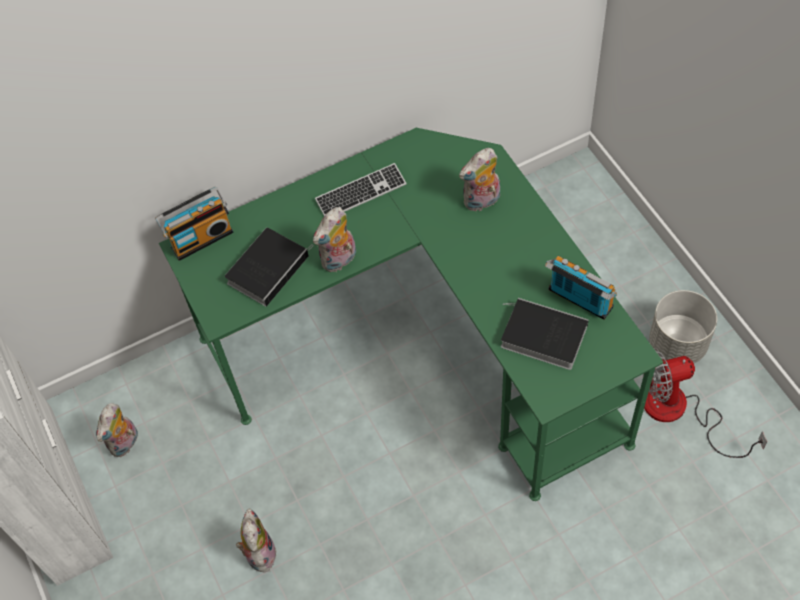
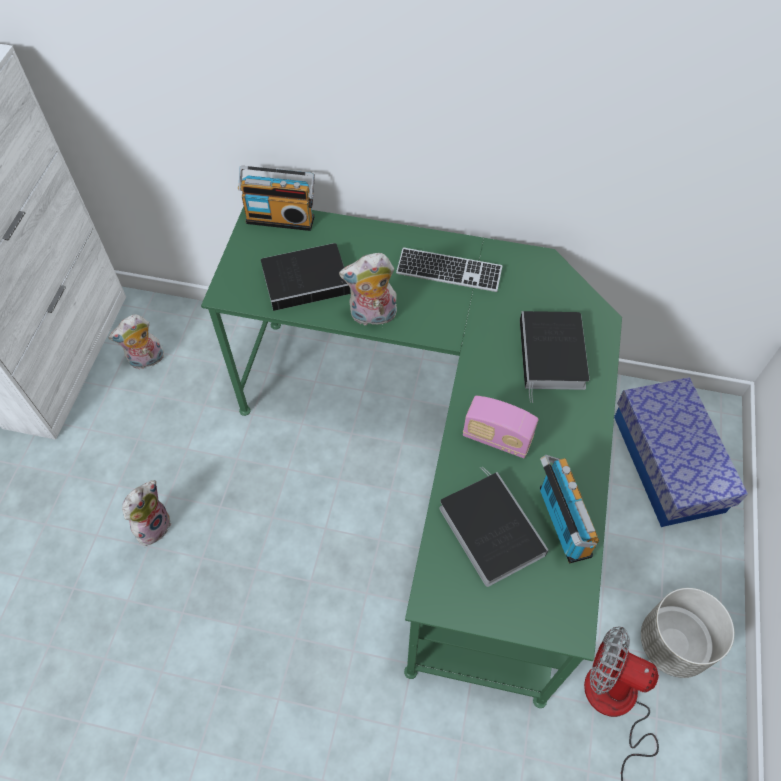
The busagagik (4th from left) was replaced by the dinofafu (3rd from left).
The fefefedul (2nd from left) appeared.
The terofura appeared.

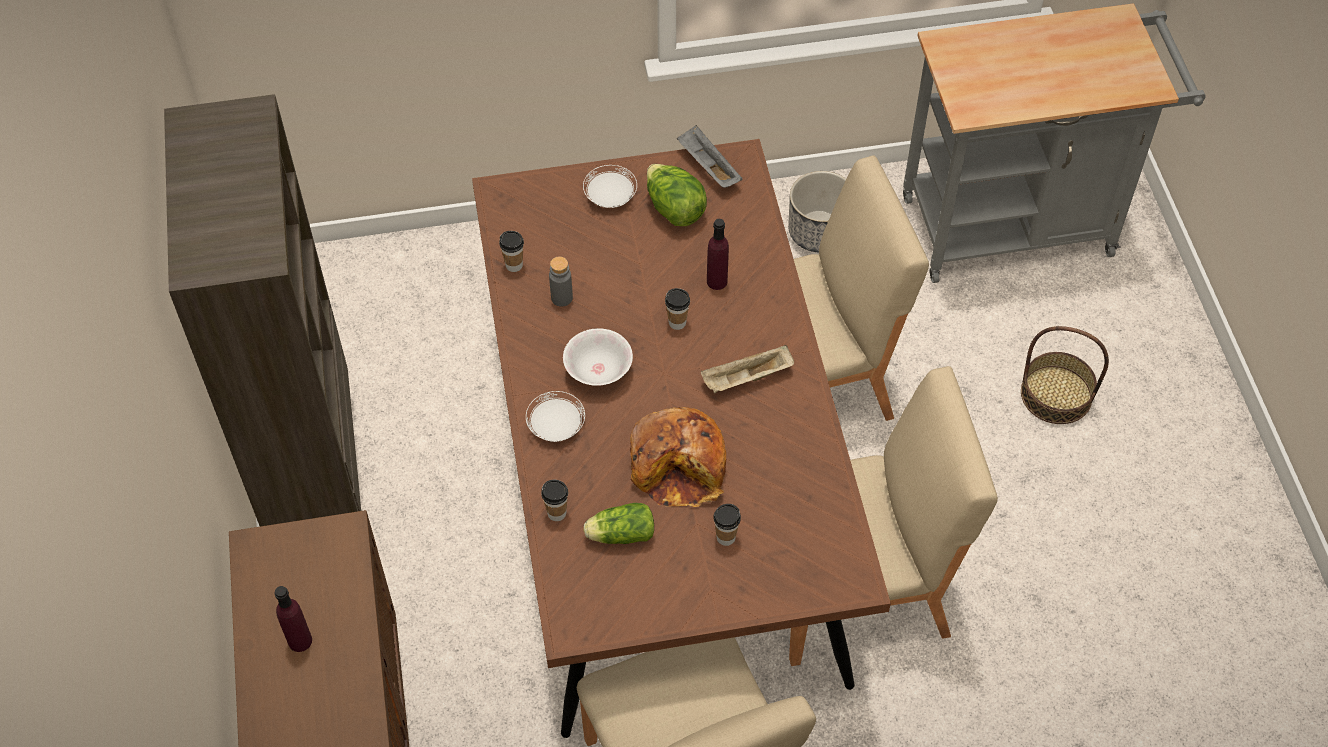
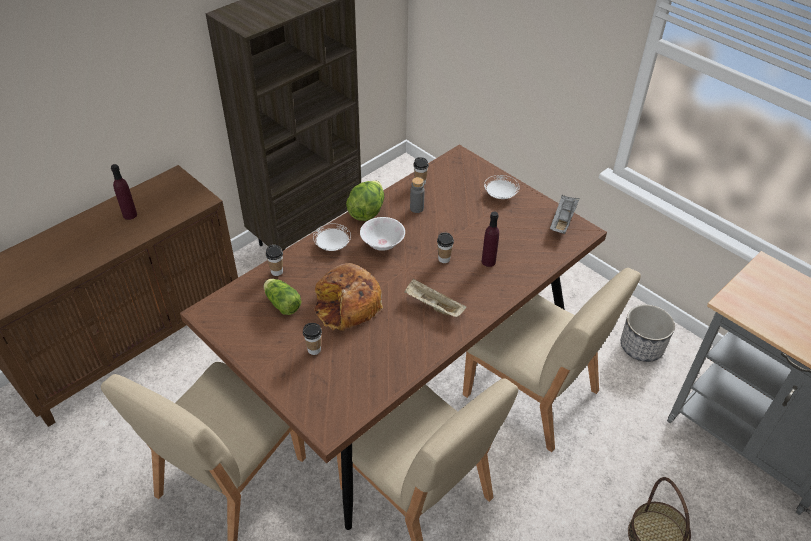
The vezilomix (2nd from left) moved.

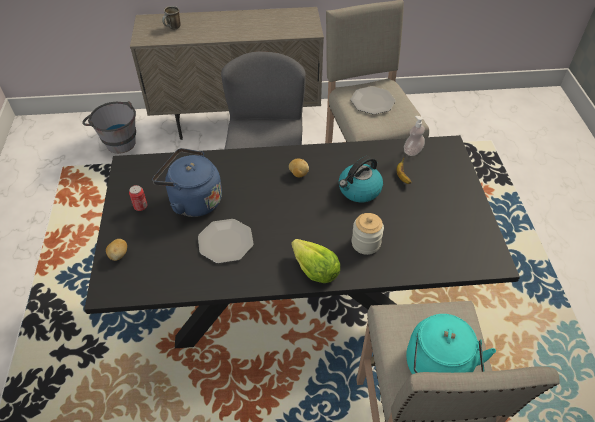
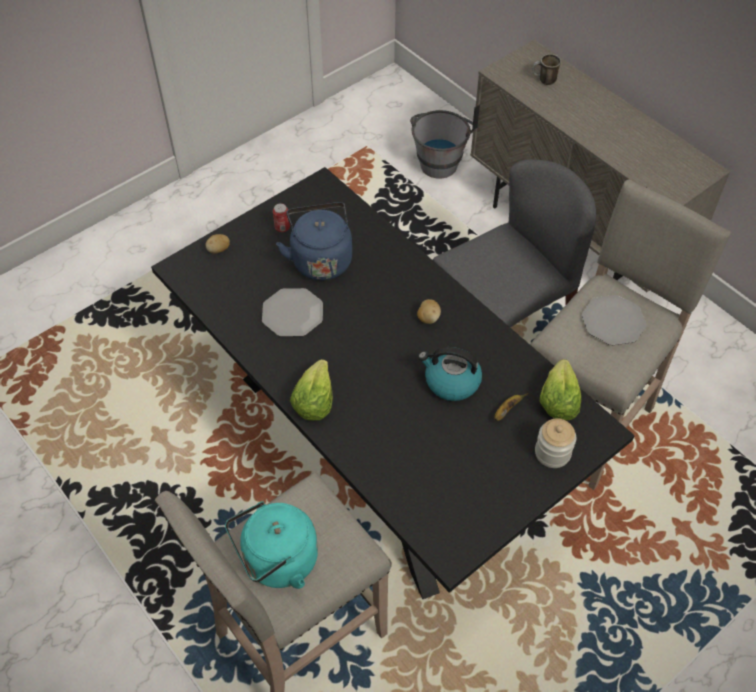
The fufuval moved.
The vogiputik was replaced by the vezilomix (2nd from left).

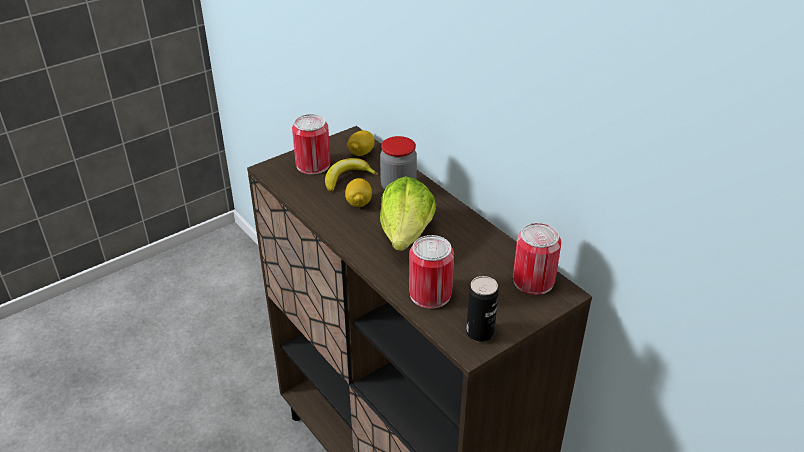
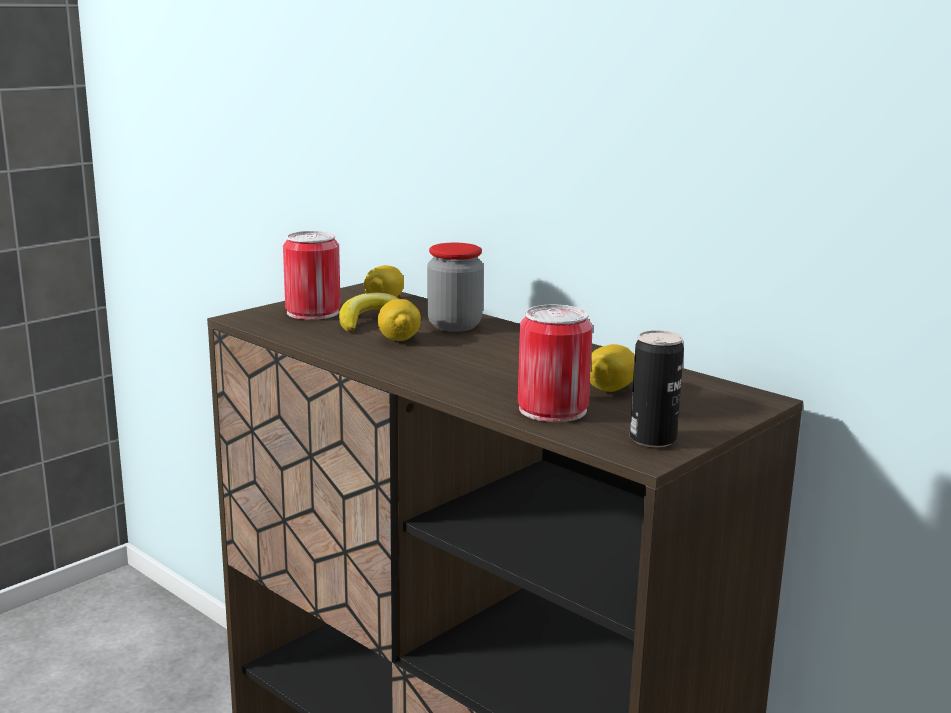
The vezilomix disappeared.
The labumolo (4th from left) disappeared.
The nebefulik (3rd from left) appeared.

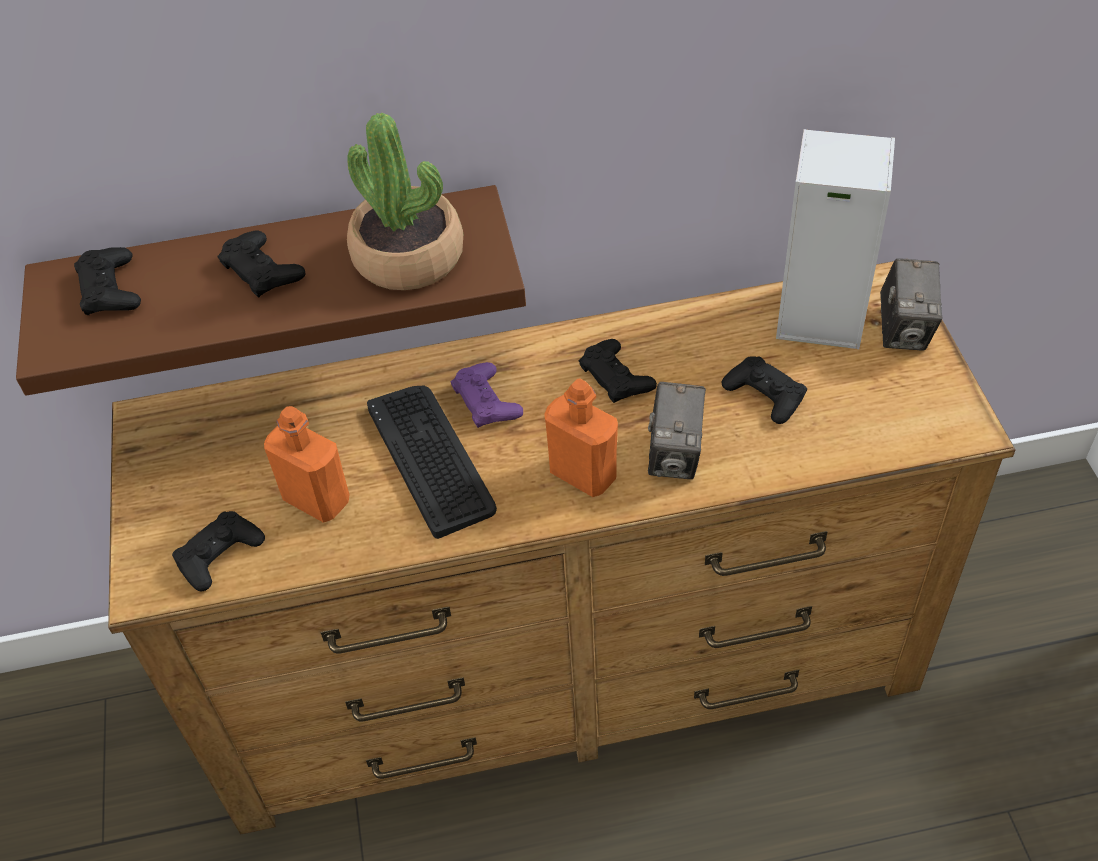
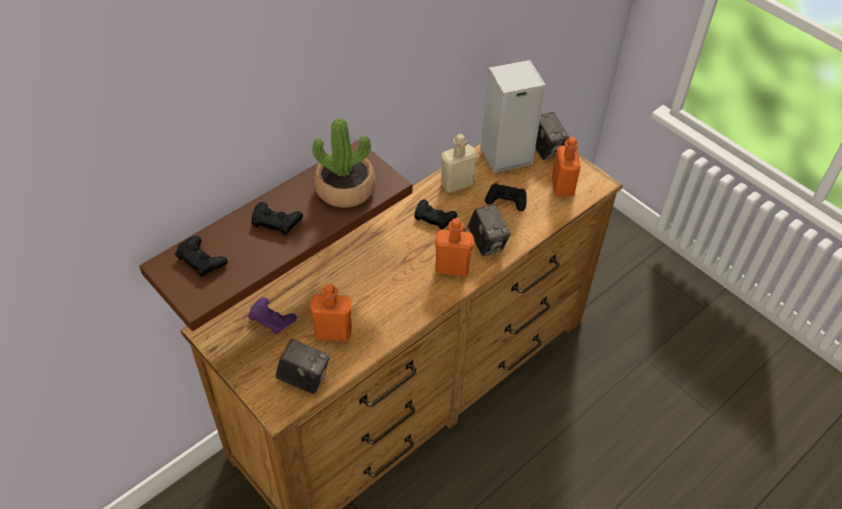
The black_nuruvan (2nd from left) was replaced by the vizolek (1st from left).
The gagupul disappeared.
The purple_nuruvan moved.
The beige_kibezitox appeared.
The orange_kibezitox (3rd from left) appeared.

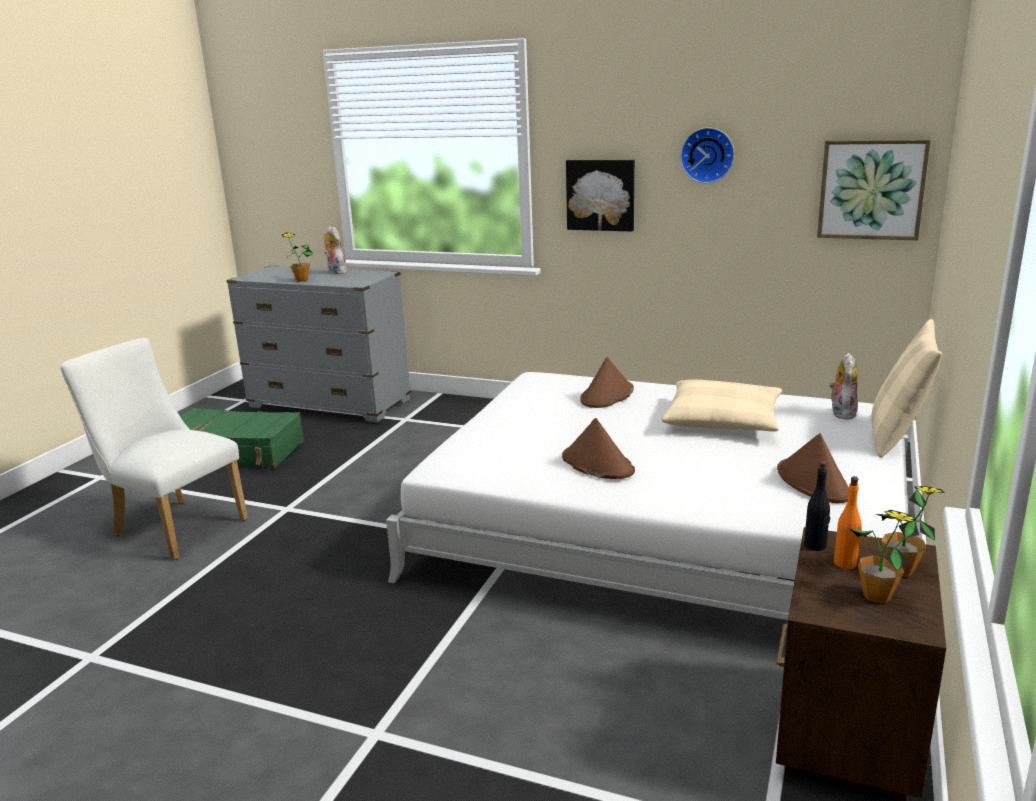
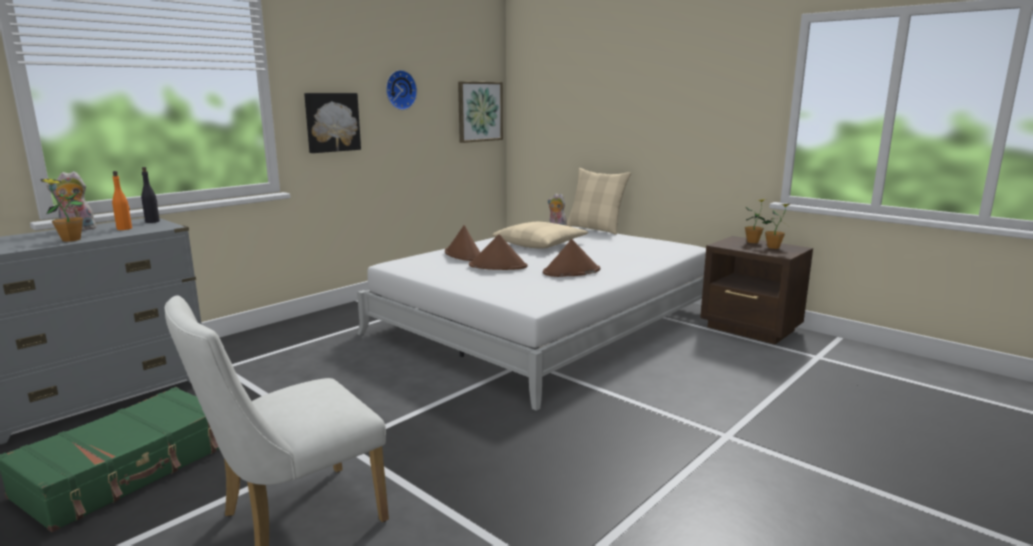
The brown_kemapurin (3rd from left in the first image) moved.
The black_kibezitox moved.
The orange_kibezitox moved.

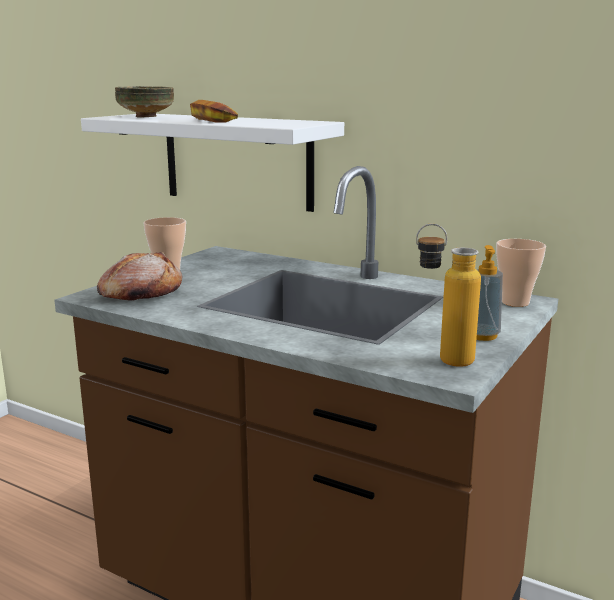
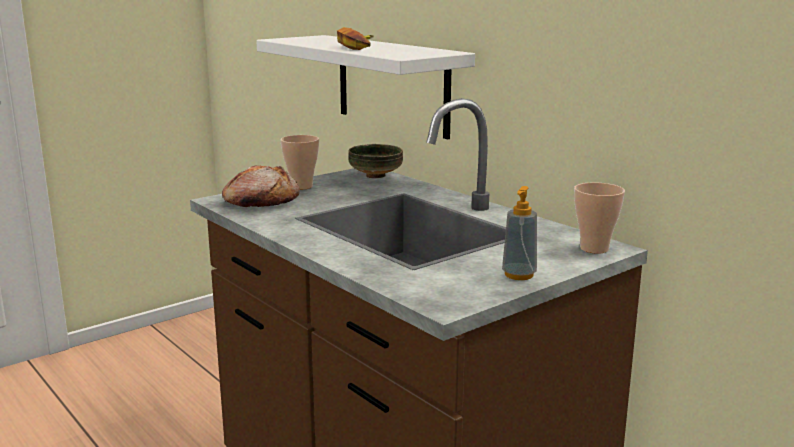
The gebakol moved.
The kibezitox disappeared.

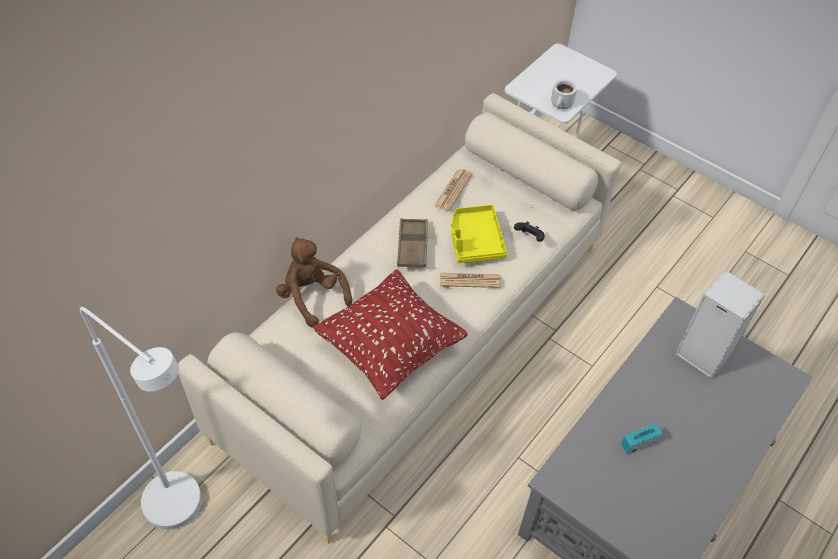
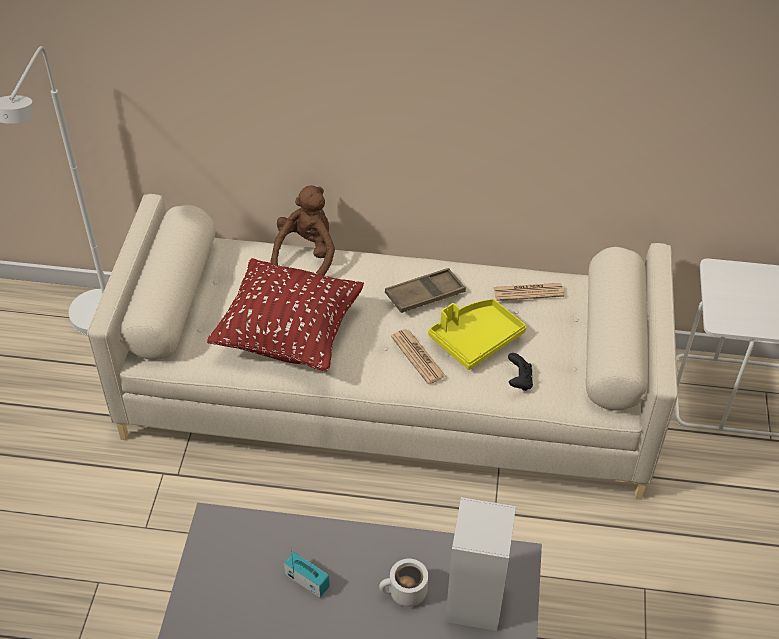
The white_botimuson moved.

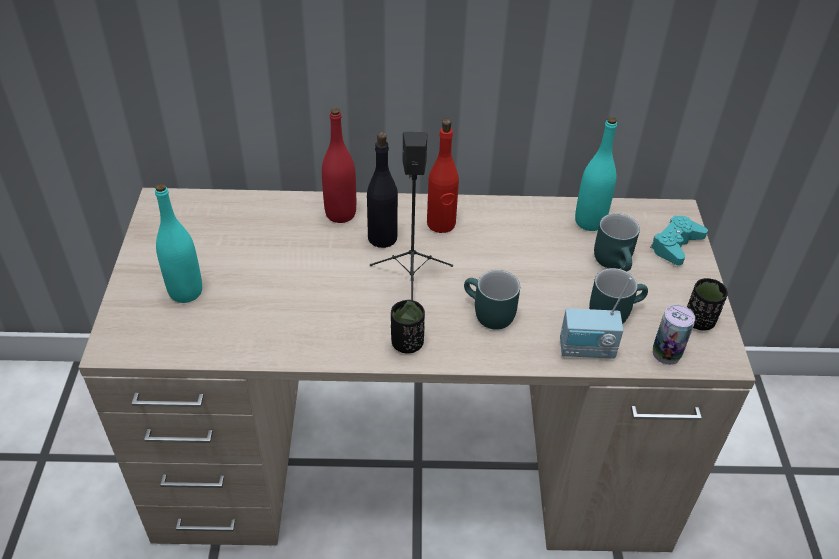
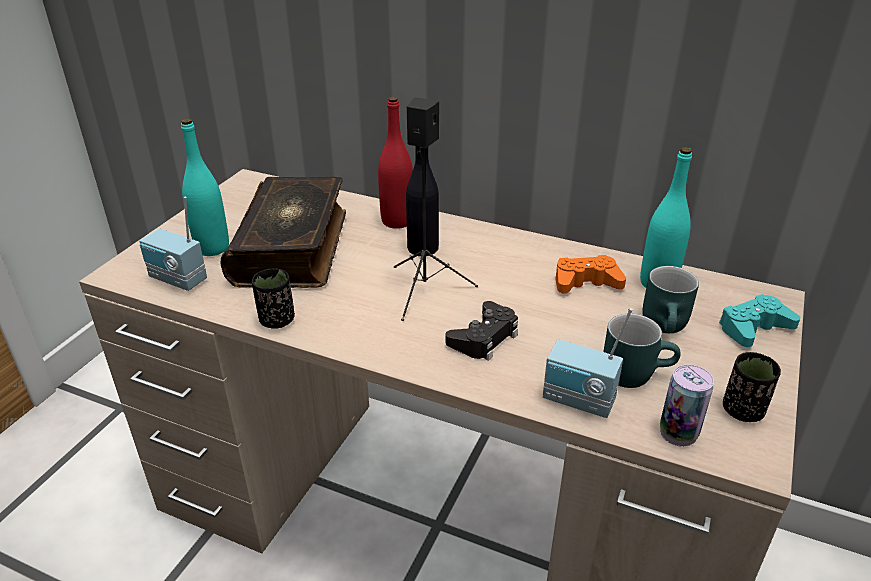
The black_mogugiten (1st from left) moved.
The red_kibezitox (2nd from left) disappeared.
The turquoise_botimuson (1st from left) was replaced by the black_nuruvan.
The fefefedul (1st from left) appeared.
The dinofafu appeared.
The orange_nuruvan appeared.

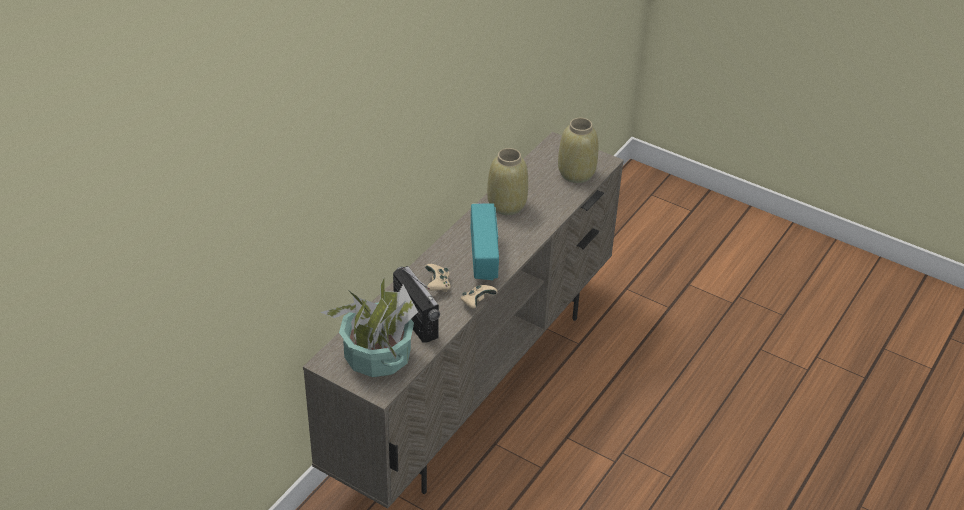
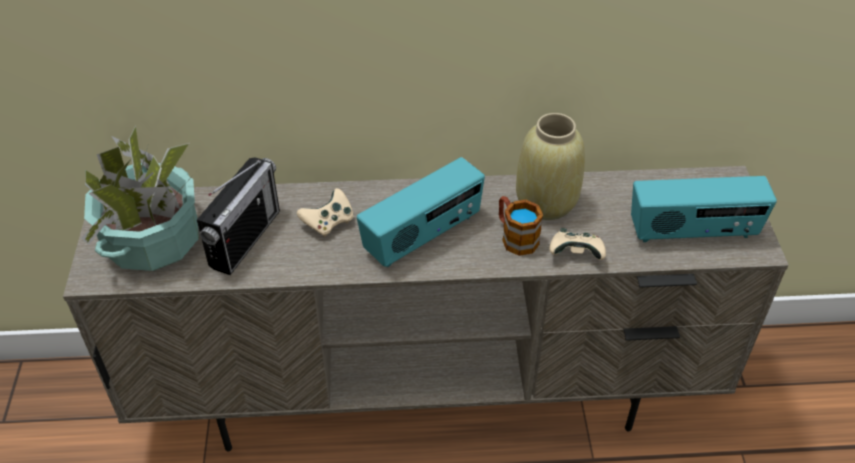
The beige_nuruvan (2nd from left) moved.
The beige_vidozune (2nd from left) was replaced by the fefefedul (3rd from left).
The botimuson appeared.

